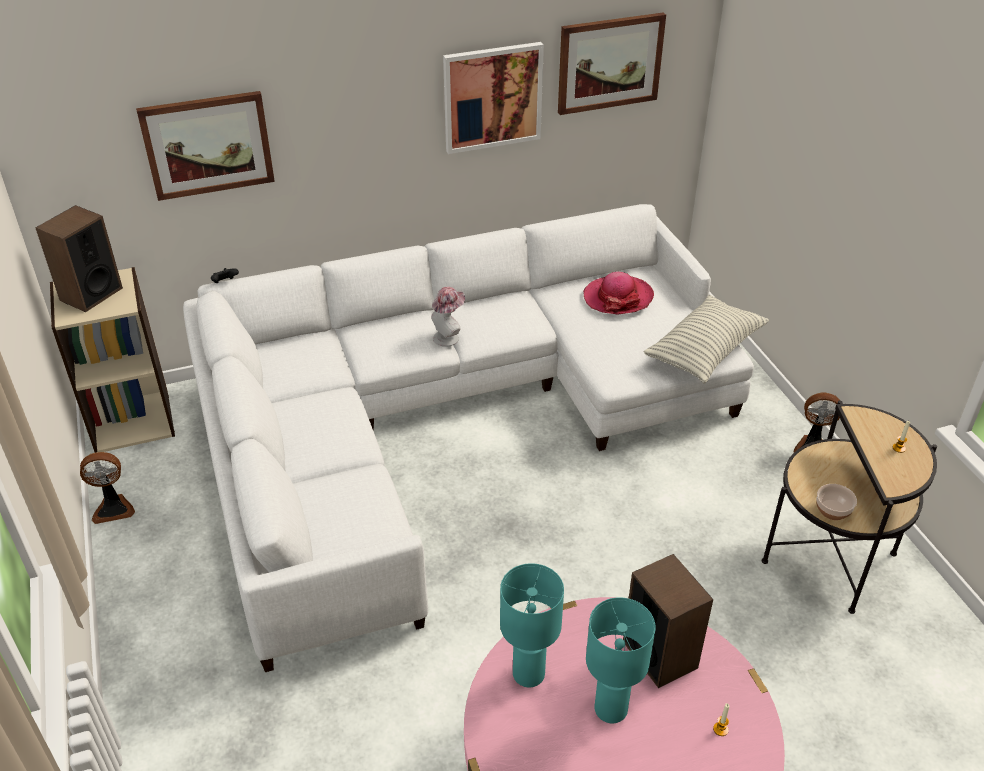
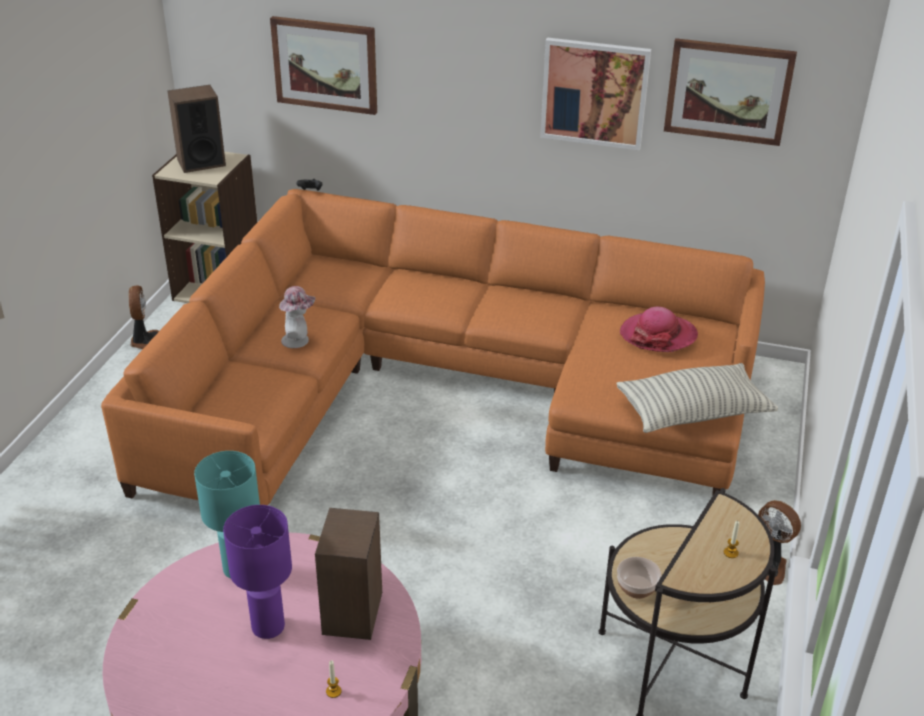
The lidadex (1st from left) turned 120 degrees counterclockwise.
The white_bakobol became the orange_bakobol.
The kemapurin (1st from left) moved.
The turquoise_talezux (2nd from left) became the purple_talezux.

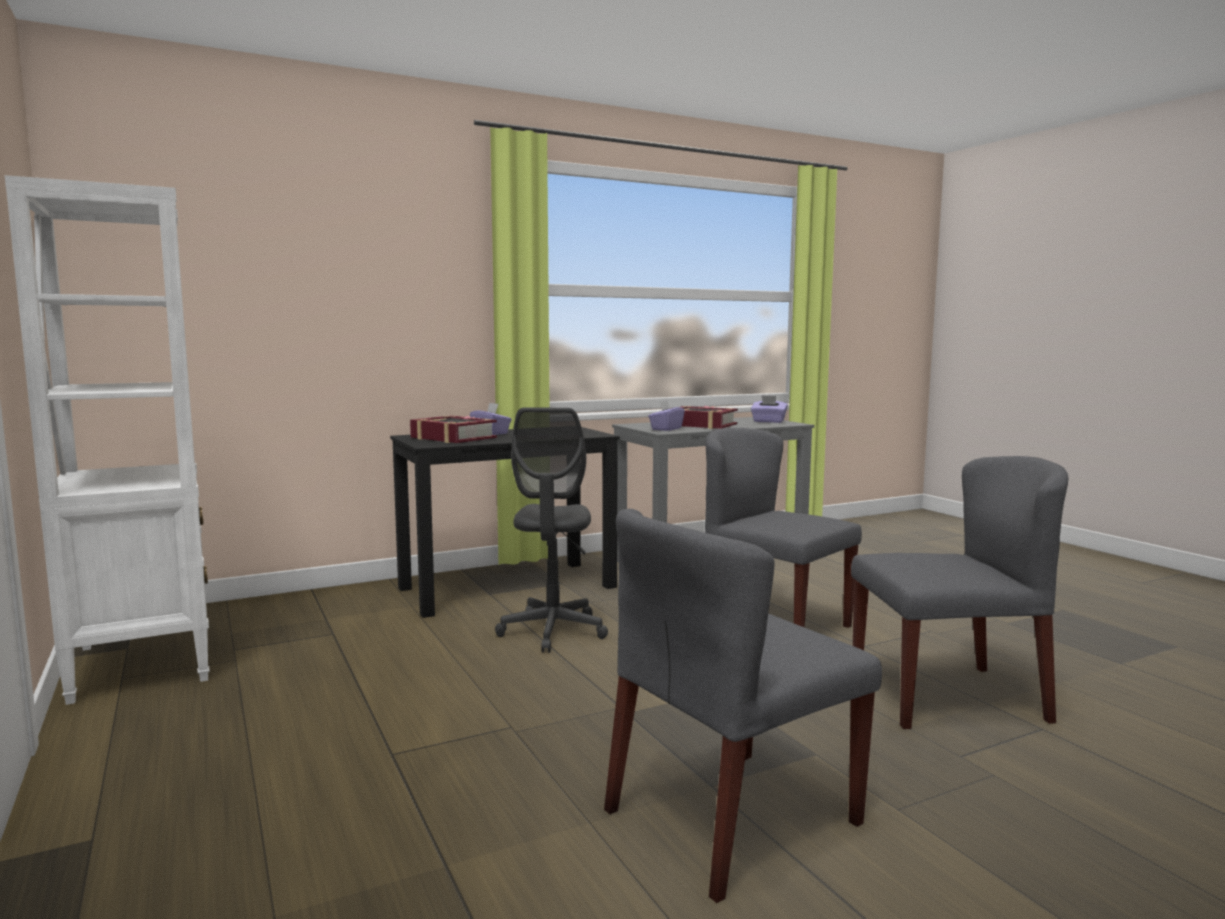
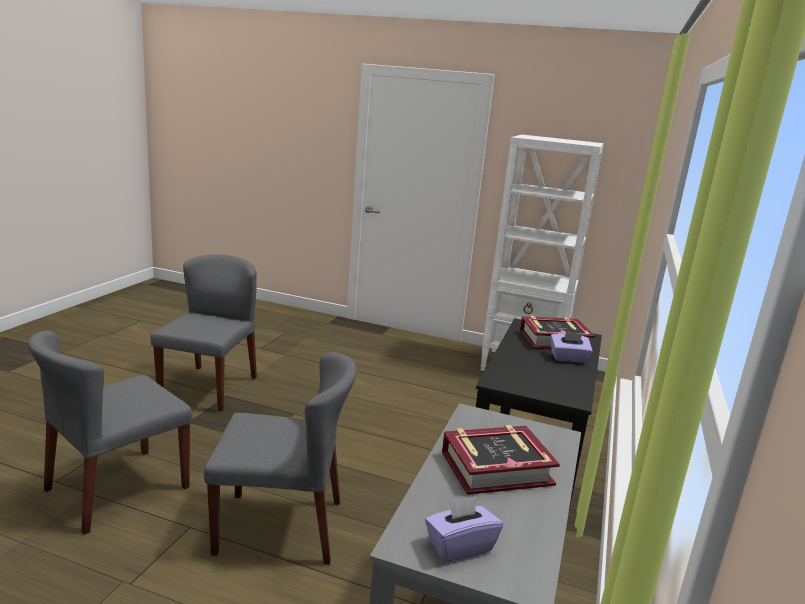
The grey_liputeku disappeared.
The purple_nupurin (2nd from left) disappeared.

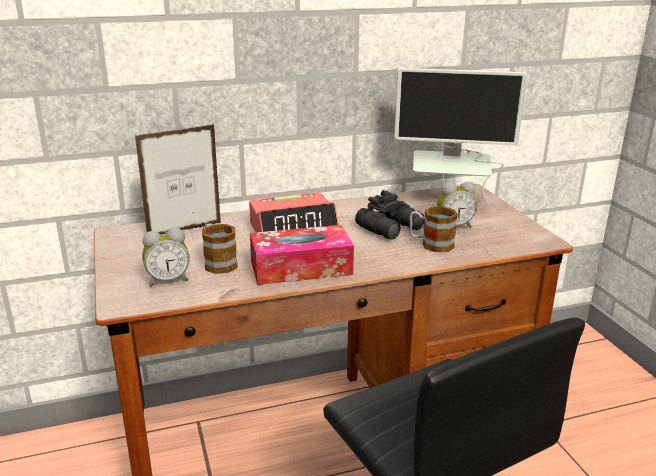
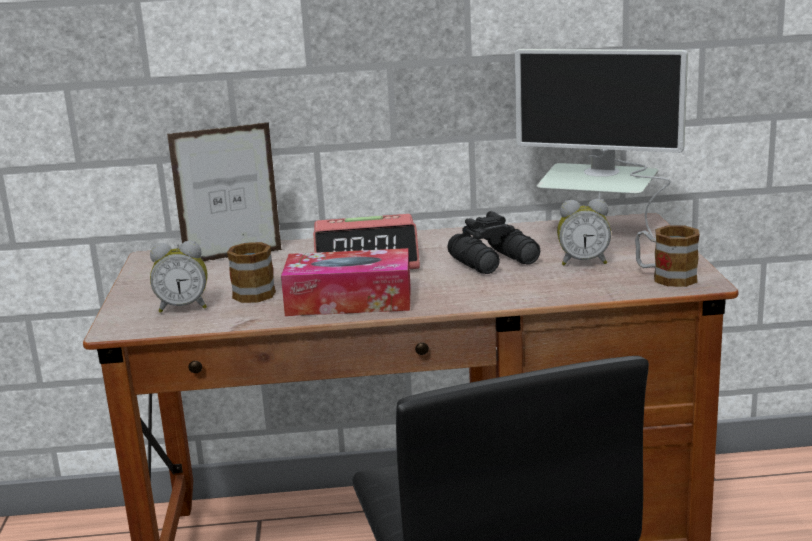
The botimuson (2nd from left) moved.

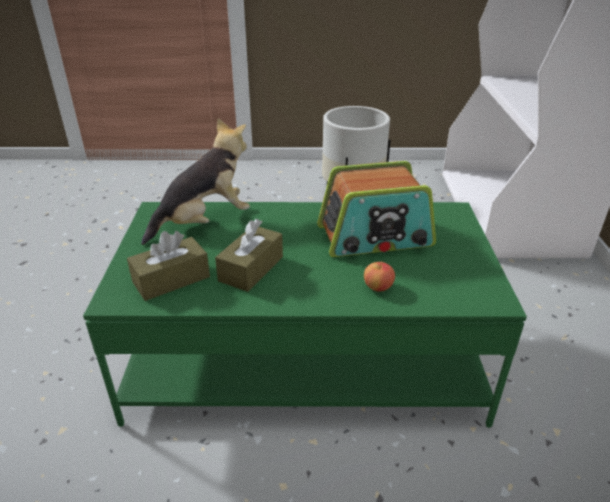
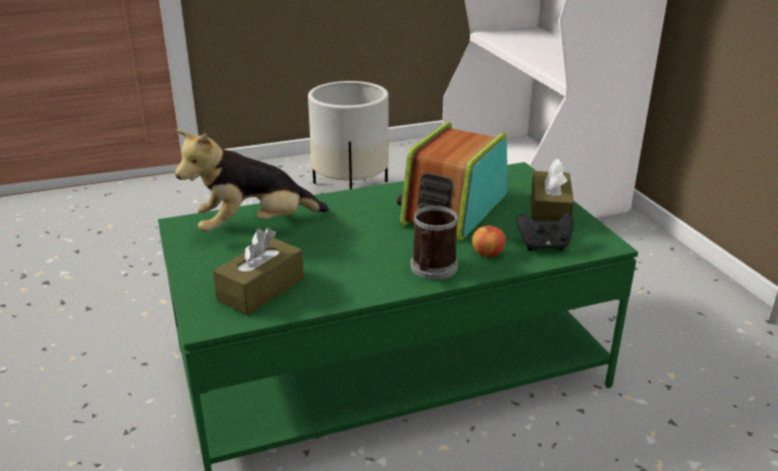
The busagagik turned 150 degrees counterclockwise.
The brown_nupurin (2nd from left) moved.
The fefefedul turned 150 degrees clockwise.
The botimuson appeared.
The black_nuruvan appeared.

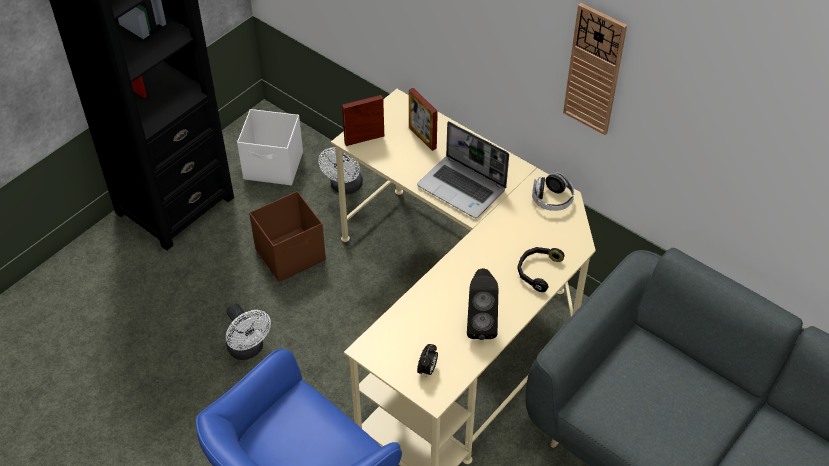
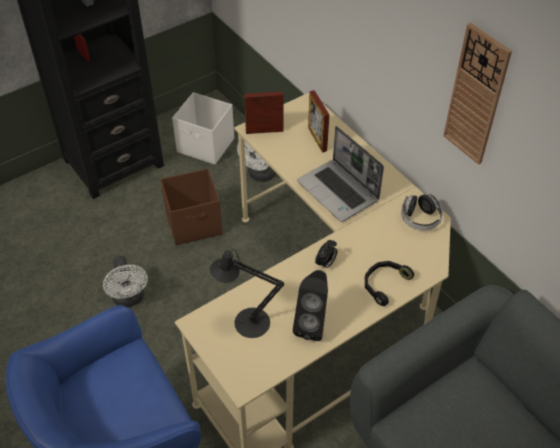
The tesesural moved.
The black_talezux appeared.

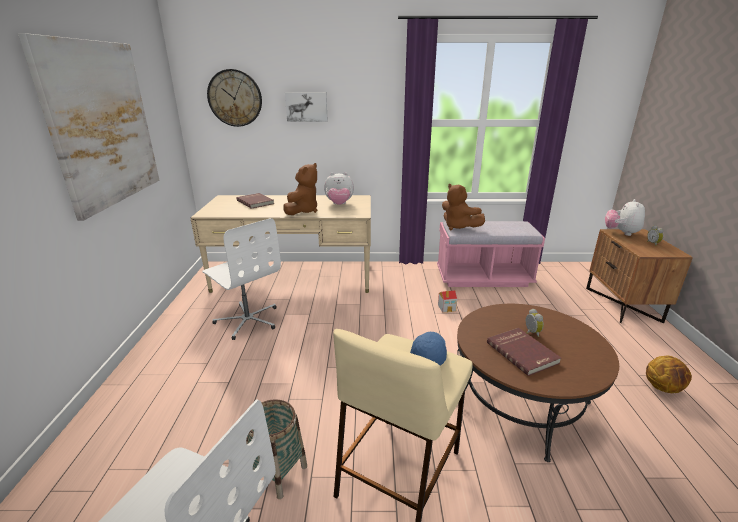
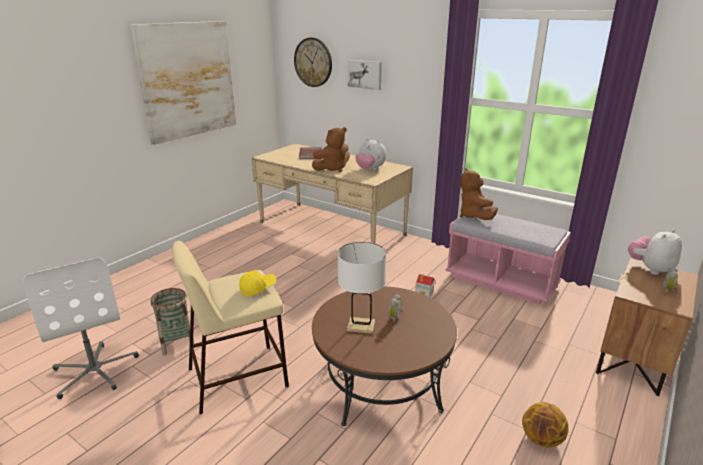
The white_liputeku (2nd from left) disappeared.
The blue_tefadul became the yellow_tefadul.
The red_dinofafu (2nd from left) was replaced by the white_talezux.

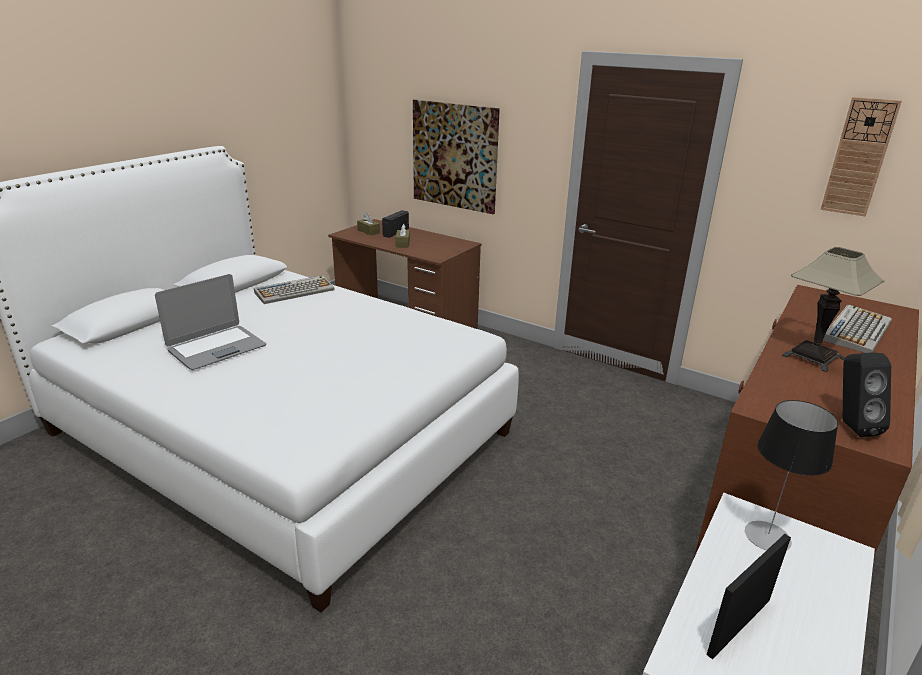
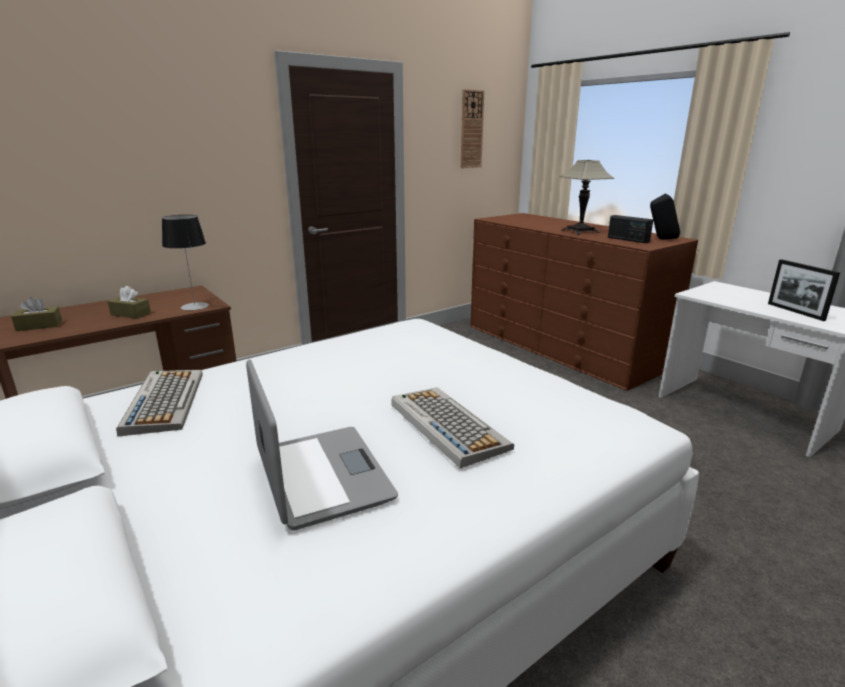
The fefefedul moved.
The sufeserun disappeared.
The talezux (1st from left) moved.
The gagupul (2nd from left) moved.

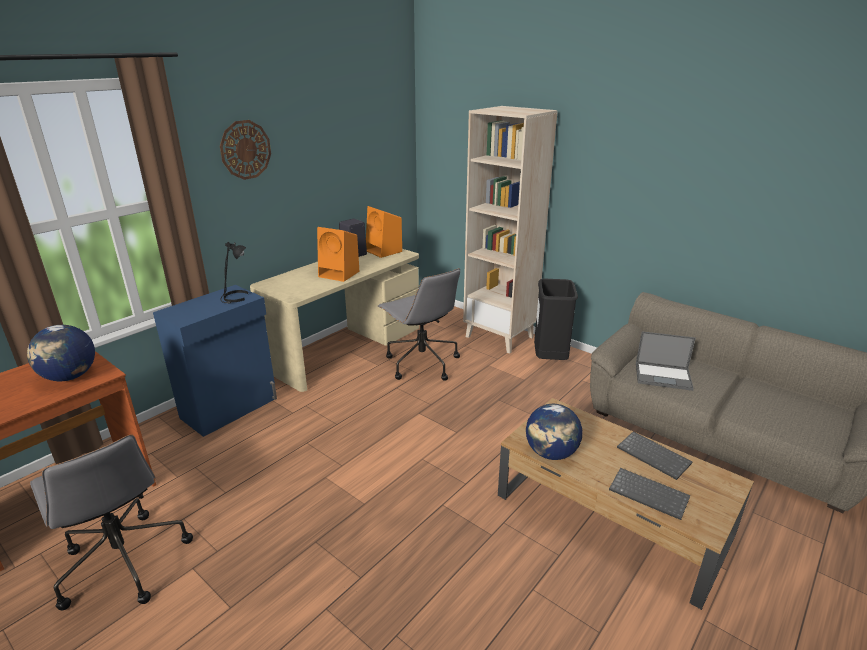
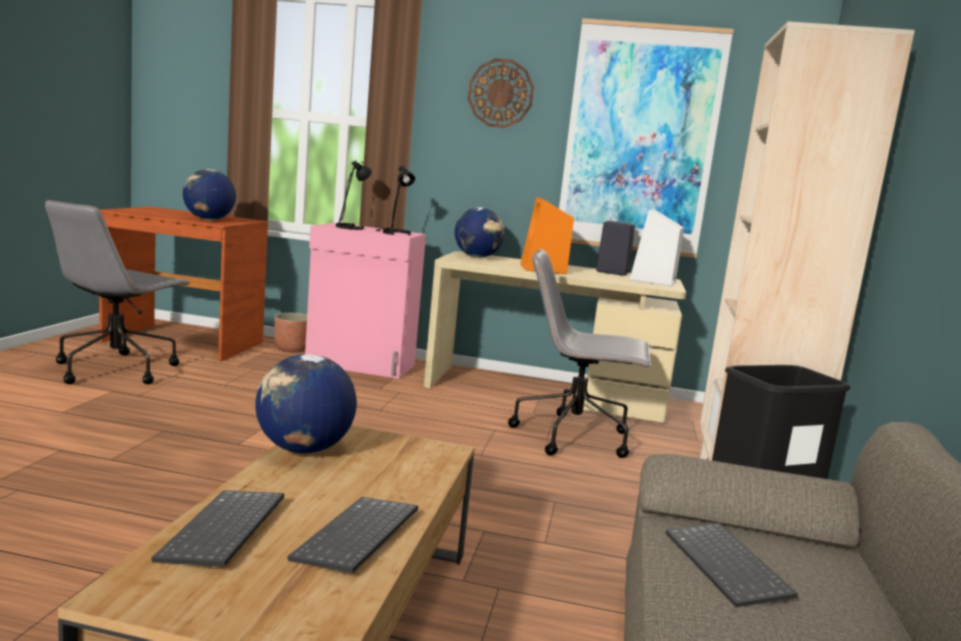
The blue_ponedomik became the pink_ponedomik.
The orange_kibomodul (2nd from left) became the white_kibomodul.
The grey_liputeku (2nd from left) turned 75 degrees clockwise.
The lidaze was replaced by the gagupul (3rd from left).
The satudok appeared.
The black_talezux (1st from left) appeared.
The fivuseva (3rd from left) appeared.
The sufeserun appeared.

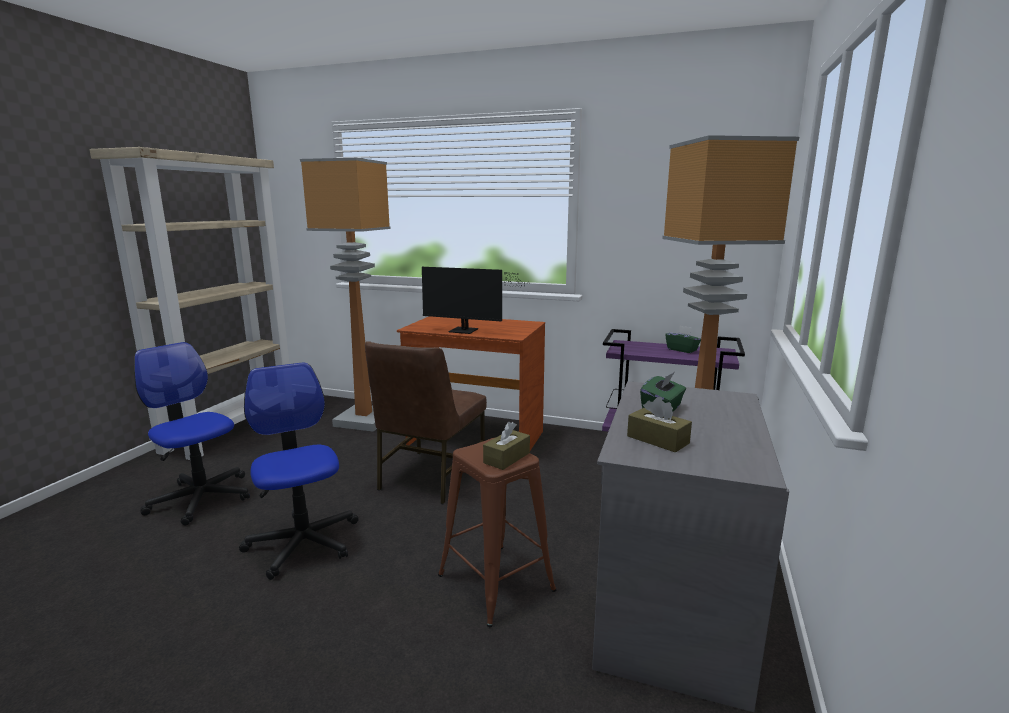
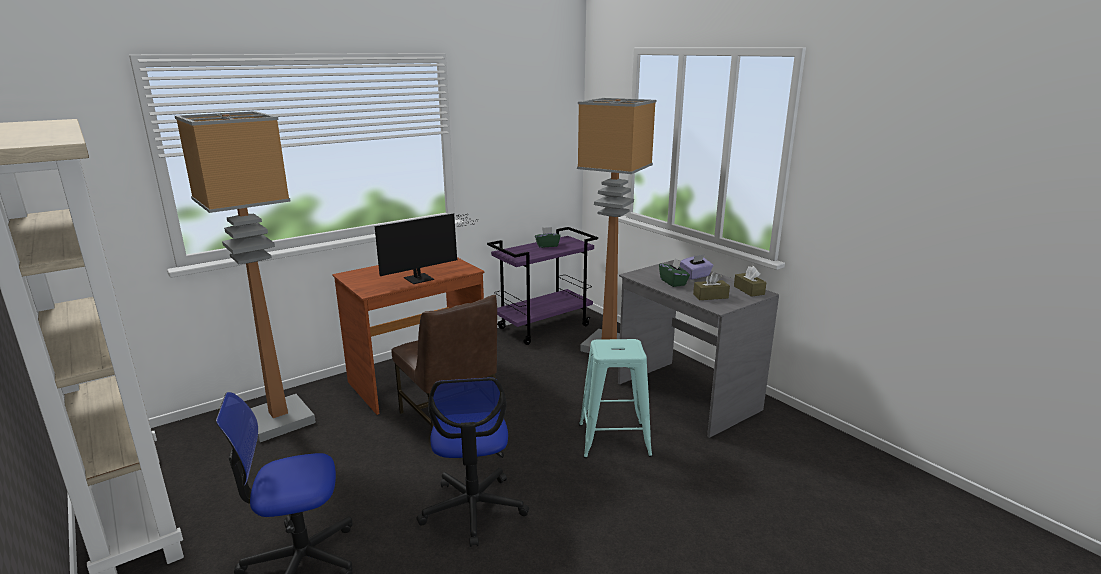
The liputeku (2nd from left) turned 105 degrees counterclockwise.
The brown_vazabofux became the turquoise_vazabofux.
The brown_nupurin (1st from left in the first image) moved.
The purple_nupurin appeared.

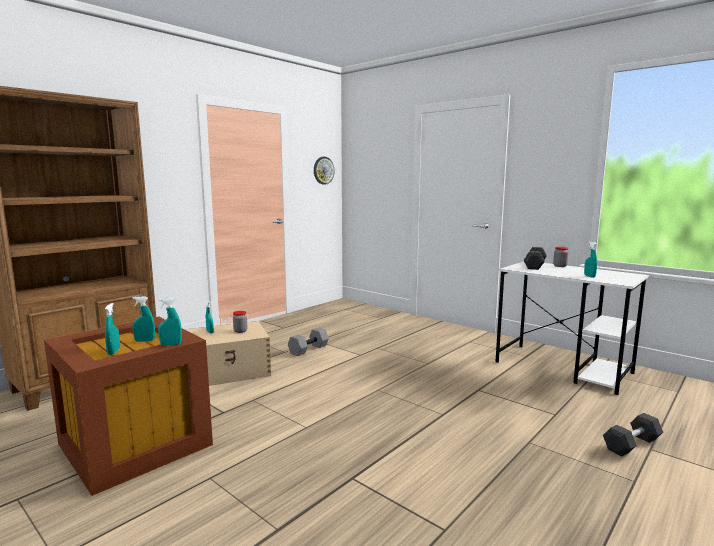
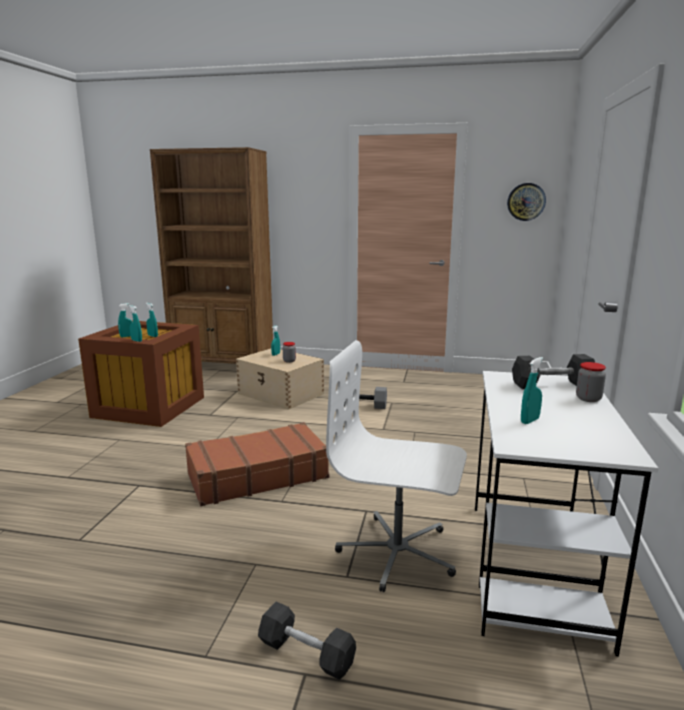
The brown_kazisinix appeared.
The white_liputeku appeared.

